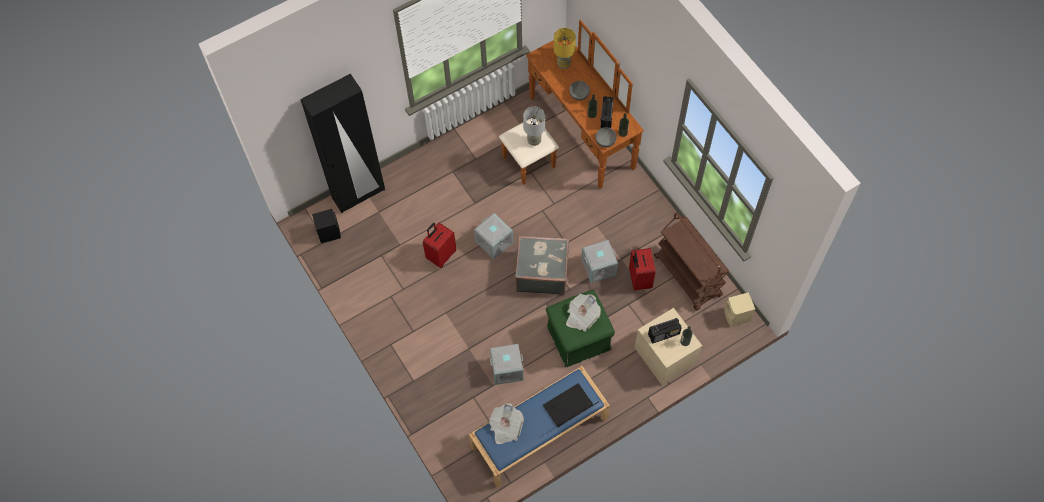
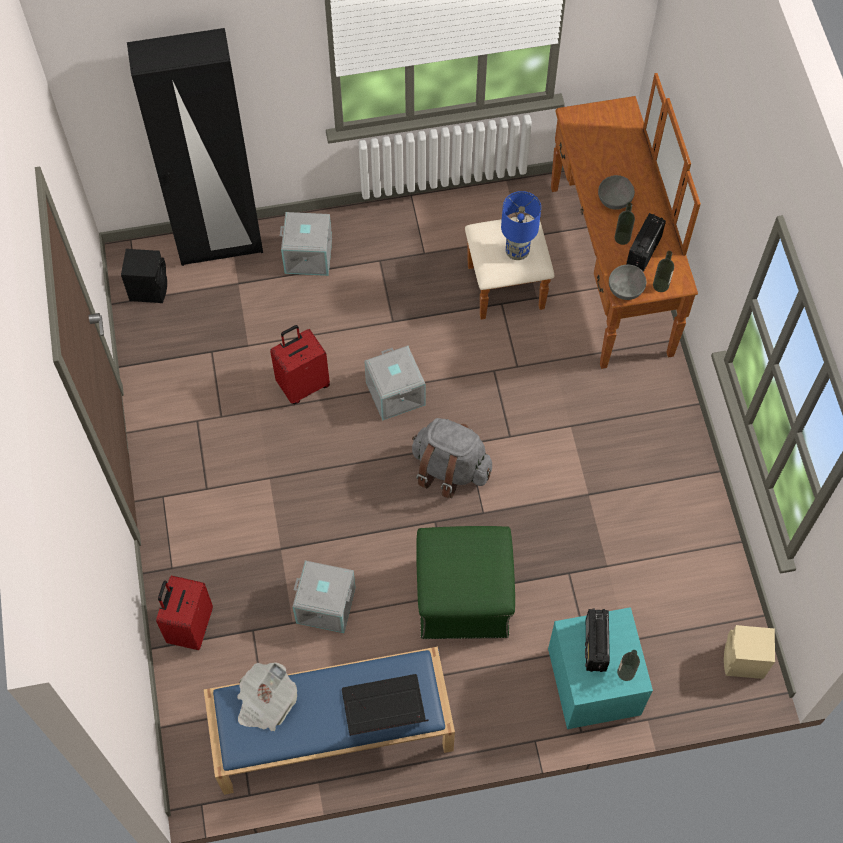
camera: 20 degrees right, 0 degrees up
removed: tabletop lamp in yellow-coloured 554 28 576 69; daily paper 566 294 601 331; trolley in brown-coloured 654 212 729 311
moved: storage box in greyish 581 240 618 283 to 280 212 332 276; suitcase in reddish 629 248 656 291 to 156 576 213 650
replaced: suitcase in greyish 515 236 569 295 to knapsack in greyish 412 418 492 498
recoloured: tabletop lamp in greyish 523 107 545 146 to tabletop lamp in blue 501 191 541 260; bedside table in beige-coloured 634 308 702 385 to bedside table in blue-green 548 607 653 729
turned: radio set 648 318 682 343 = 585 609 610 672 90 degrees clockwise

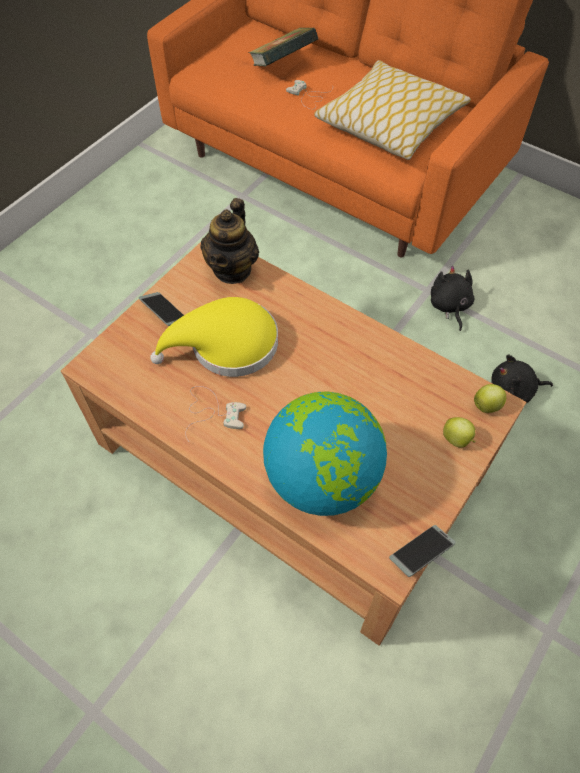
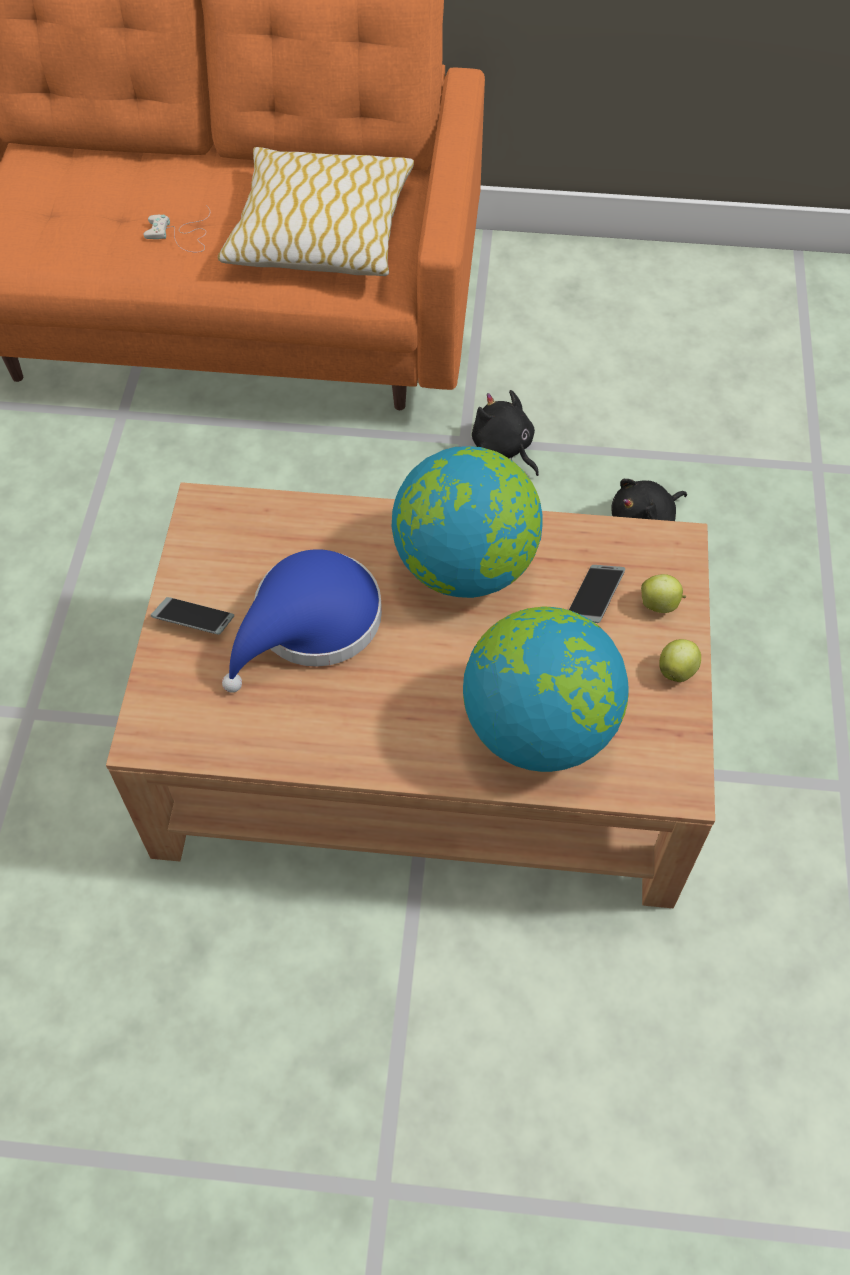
camera: 30 degrees left, 0 degrees up
removed: joypad in white 185 386 246 440; tea pot 200 198 259 284; volume 248 28 319 66
added: globe 392 446 543 598
moved: phone 389 525 456 577 to 569 565 625 623; whole apple 474 384 506 413 to 659 639 701 682
recoloured: wearable hat in yellow-coloured 150 297 278 377 to wearable hat in blue 222 549 382 693

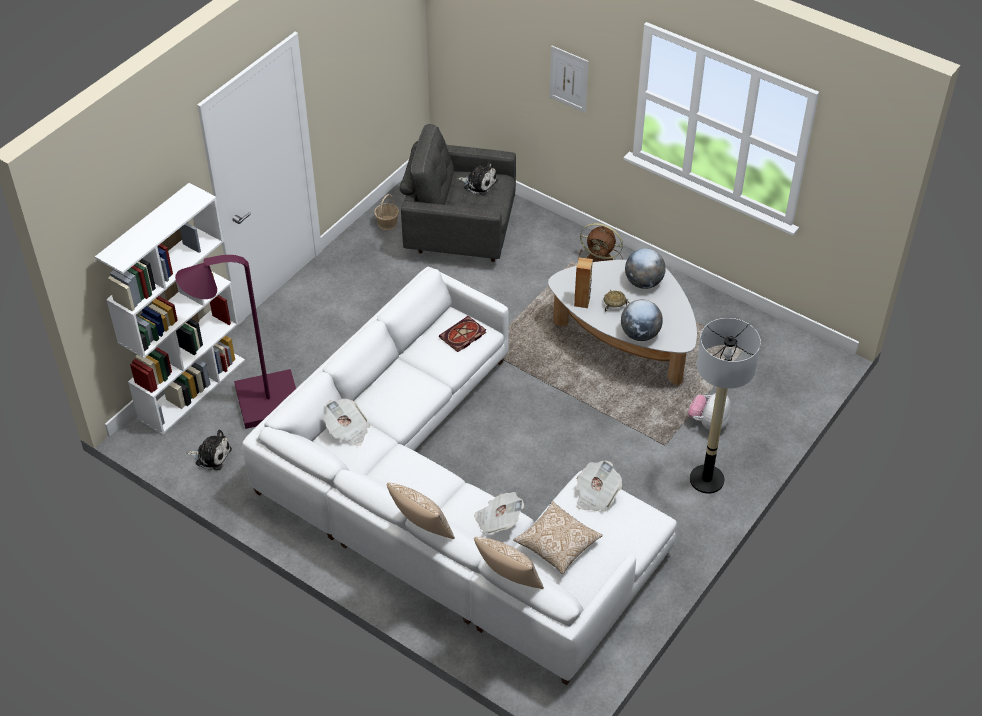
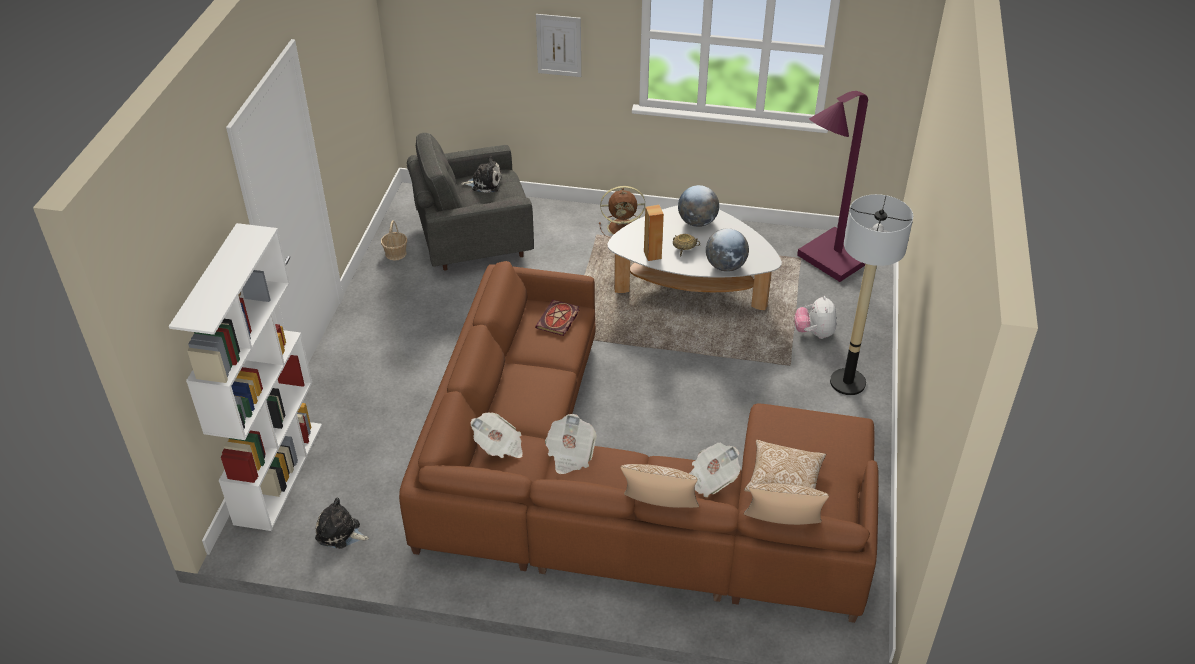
camera: 25 degrees left, 5 degrees down
moved: floor lamp in purplish 175 255 296 429 to 797 91 868 282; daily paper 576 460 622 512 to 545 414 597 474
recoloured: settee in white 242 267 677 685 to settee in brown-coloured 399 261 879 623
turned: soft toy 187 430 232 470 = 315 498 369 549 150 degrees counterclockwise

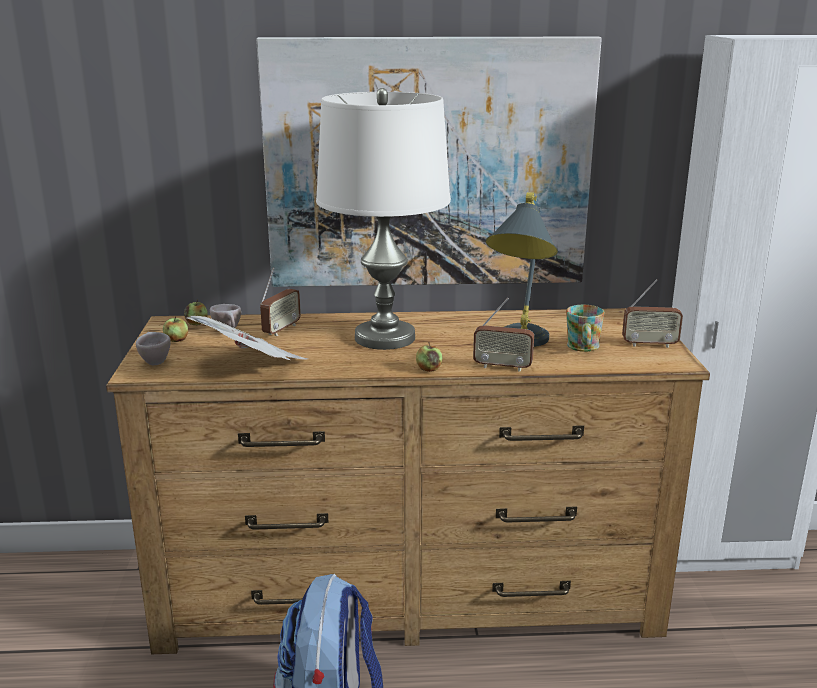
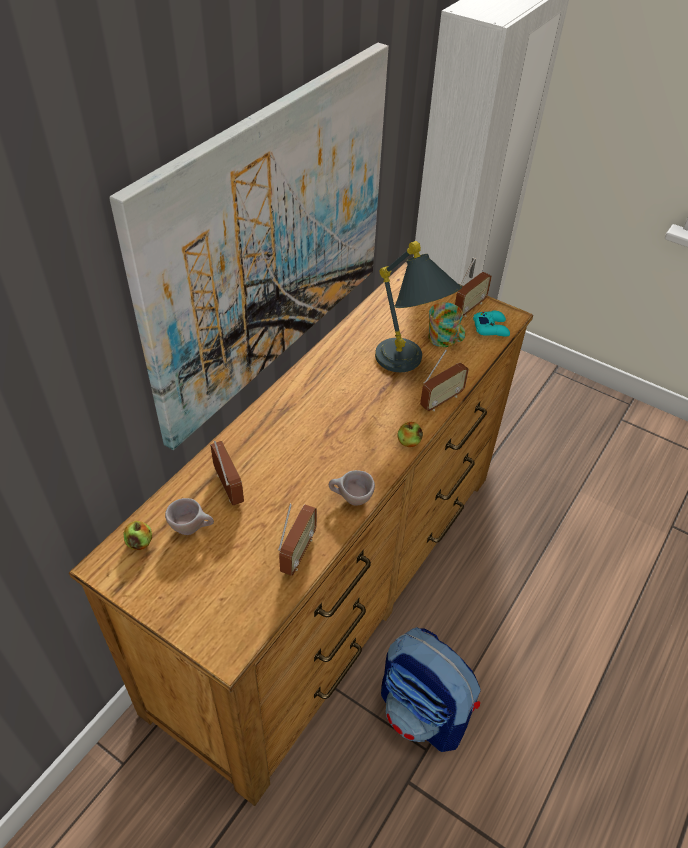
camera: 55 degrees left, 25 degrees up
removed: whole apple 163 316 188 342; tabletop lamp in white 316 88 451 350
added: joypad in blue-green 473 311 510 337
moved: cup in beige-coloured 136 332 171 365 to 329 470 375 506
replaced: daily paper 187 316 308 360 to radio set 278 504 317 576

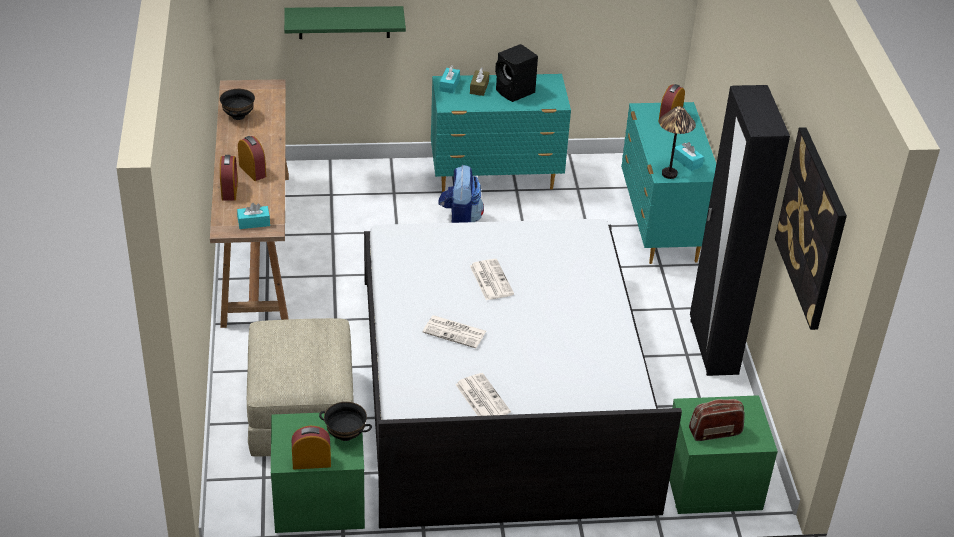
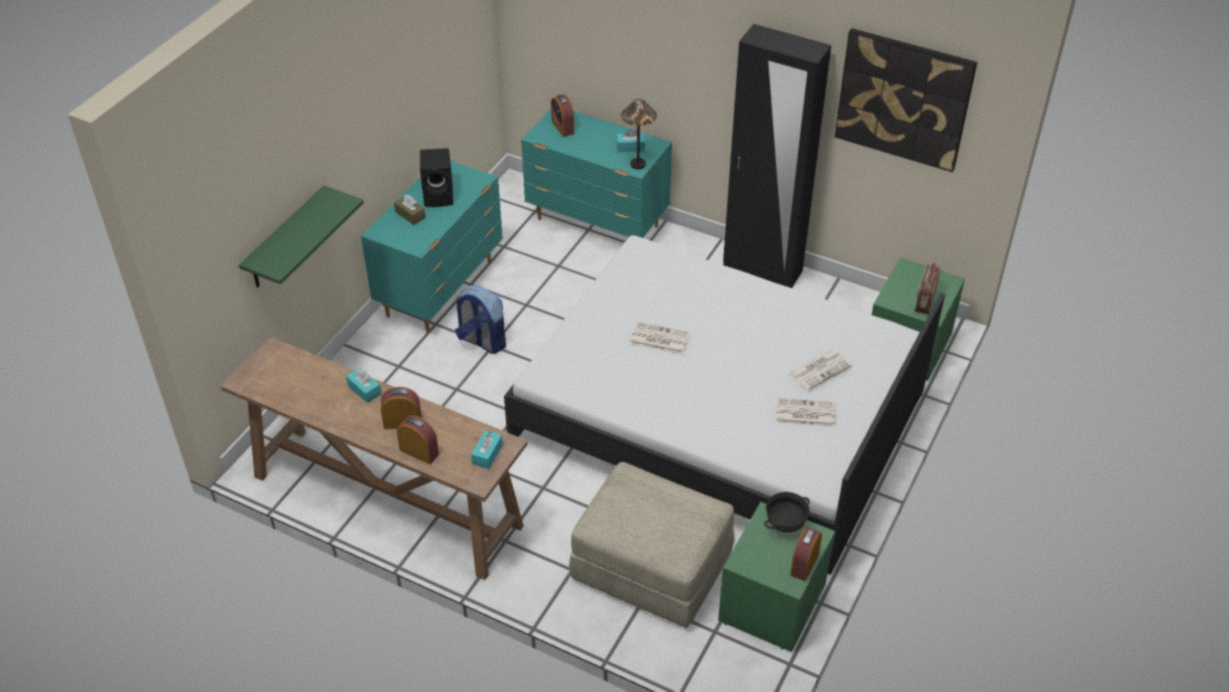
camera: 55 degrees left, 5 degrees up
removed: serving bowl in blackish 220 89 255 120
moved: daily paper 422 315 486 348 to 789 350 852 390; tissue holder in blue-green 440 65 460 93 to 346 367 382 403

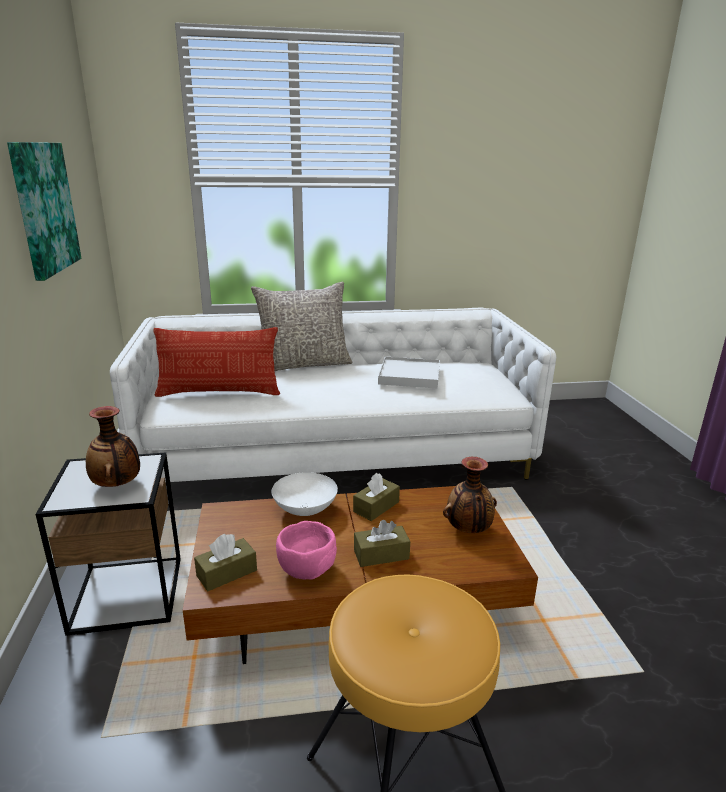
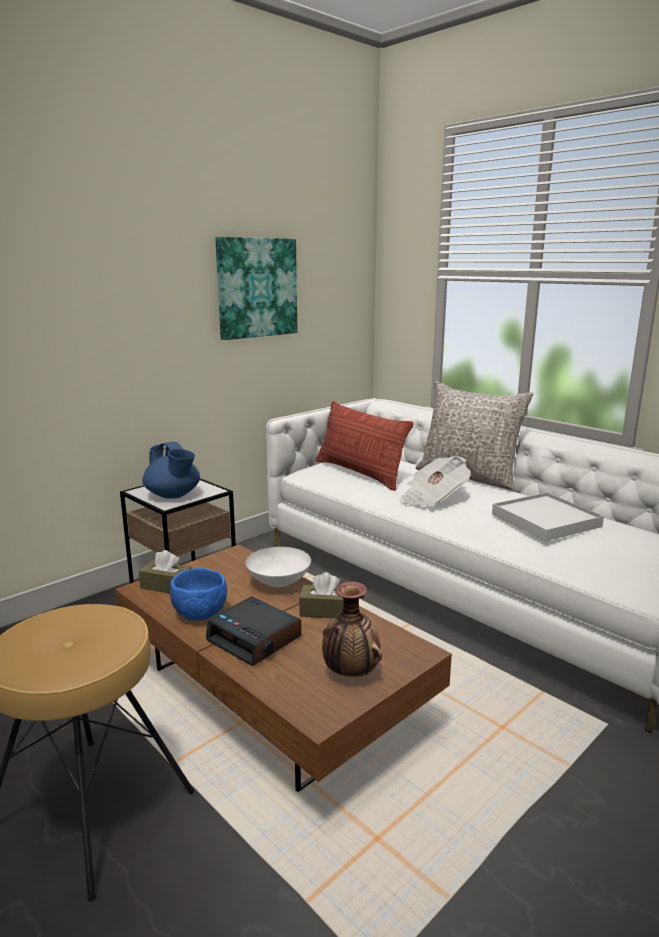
camera: 55 degrees right, 5 degrees down
added: daily paper 400 456 471 507
replaced: vase 86 406 140 487 to tea pot in blue 142 442 200 499; tissue holder in brown-coloured 354 520 410 567 to alarm clock 206 597 301 666
recoloured: serving bowl in pink-coloured 276 521 337 579 to serving bowl in blue 170 568 227 620

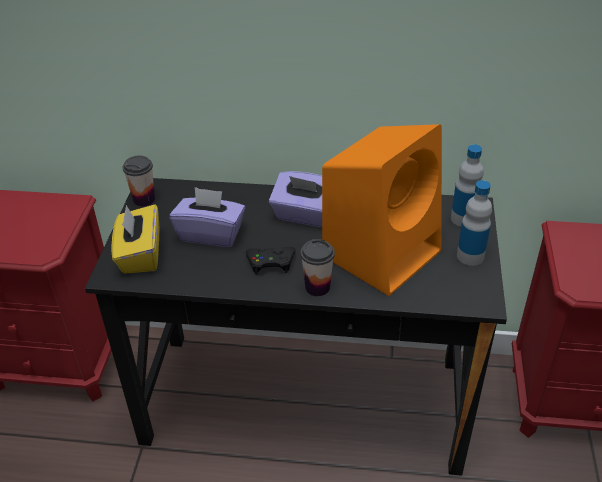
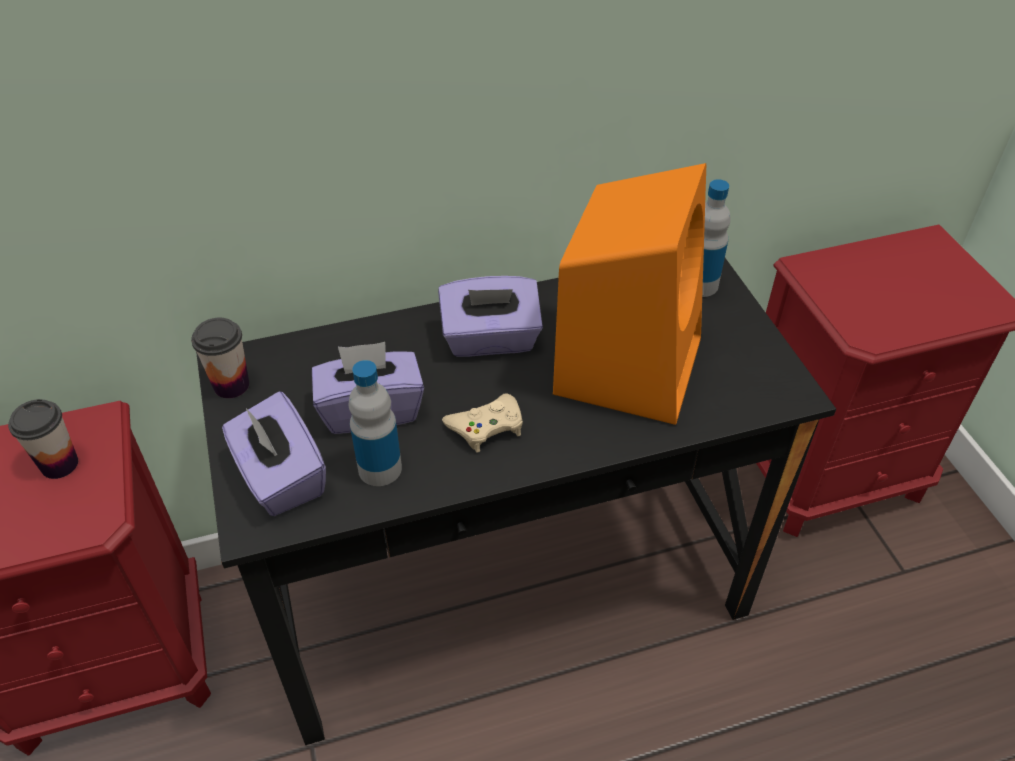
camera: 25 degrees left, 5 degrees up
moved: cup 300 239 335 296 to 8 399 78 479; drink bottle 457 180 492 266 to 349 360 402 486
recoloured: tissue holder in yellow-coloured 111 204 160 274 to tissue holder in purplish 222 391 326 516; joypad in blackish 246 247 296 275 to joypad in beige-coloured 442 393 523 453

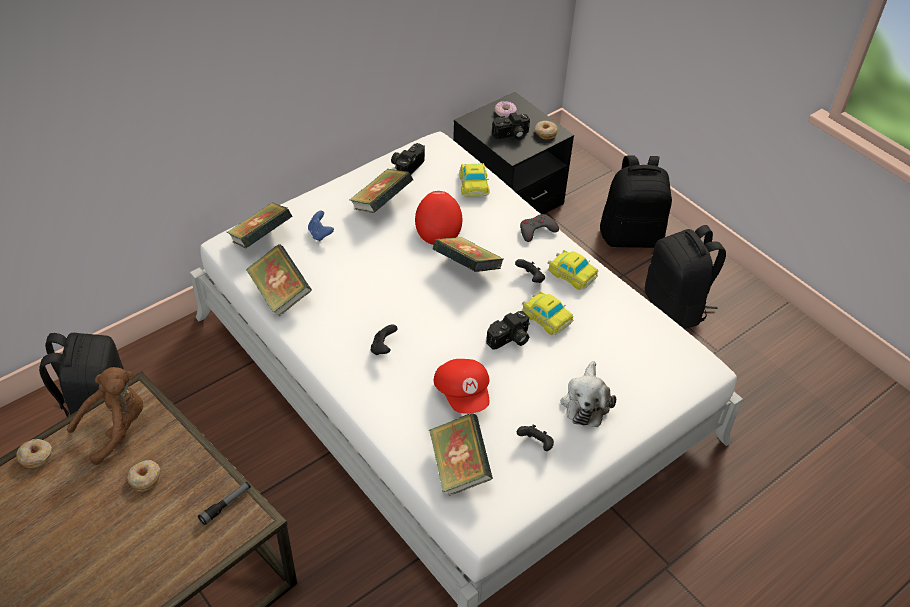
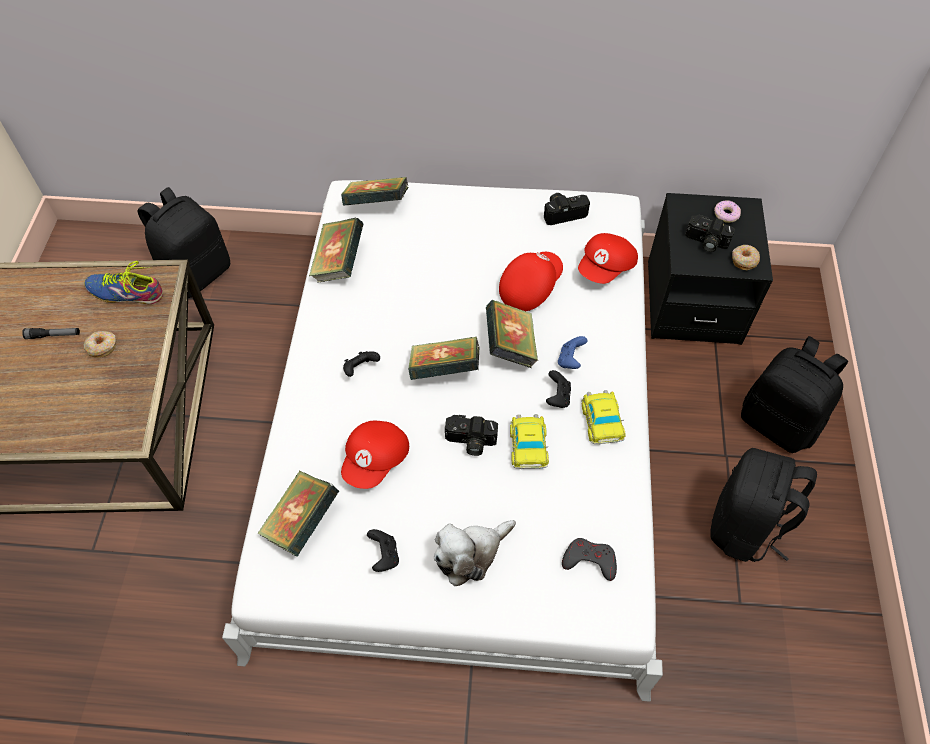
camera: 45 degrees right, 10 degrees up
removed: ring doughnut 16 439 52 468
moved: torch 198 482 251 525 to 22 328 80 339; joypad in blue 308 211 334 241 to 558 336 587 369; volume 350 169 413 213 to 408 336 479 380; joypad in greyish 520 214 559 242 to 562 538 617 581
replaced: soft toy in brown-coloured 67 367 143 465 to low shoe 84 261 163 304; miniature car 459 163 490 196 to baseball cap in reddish 578 233 638 284

